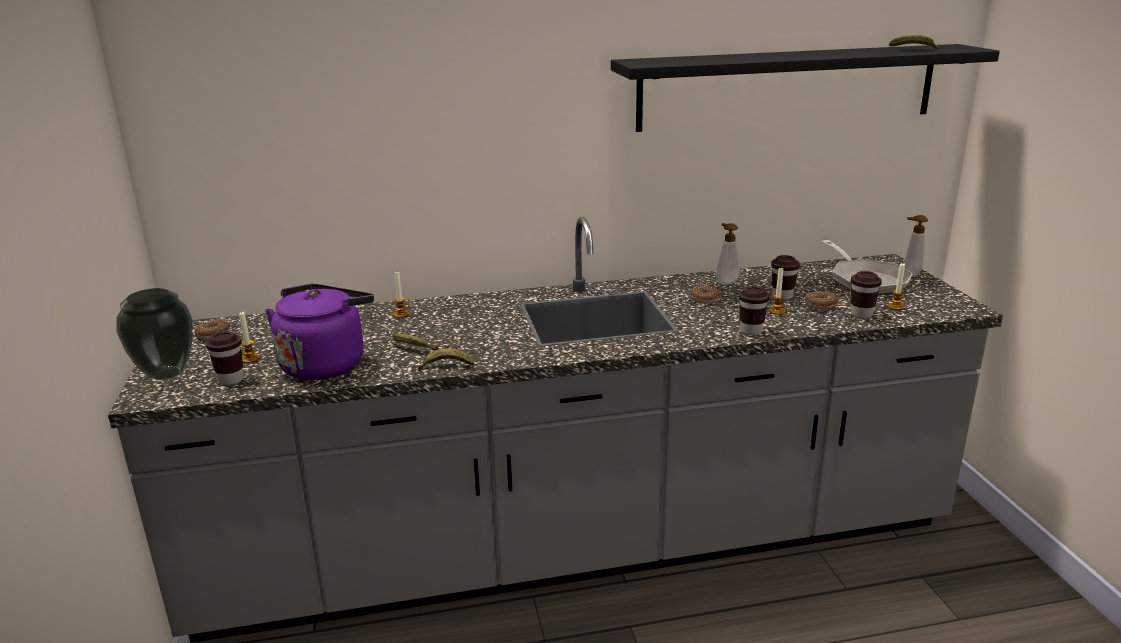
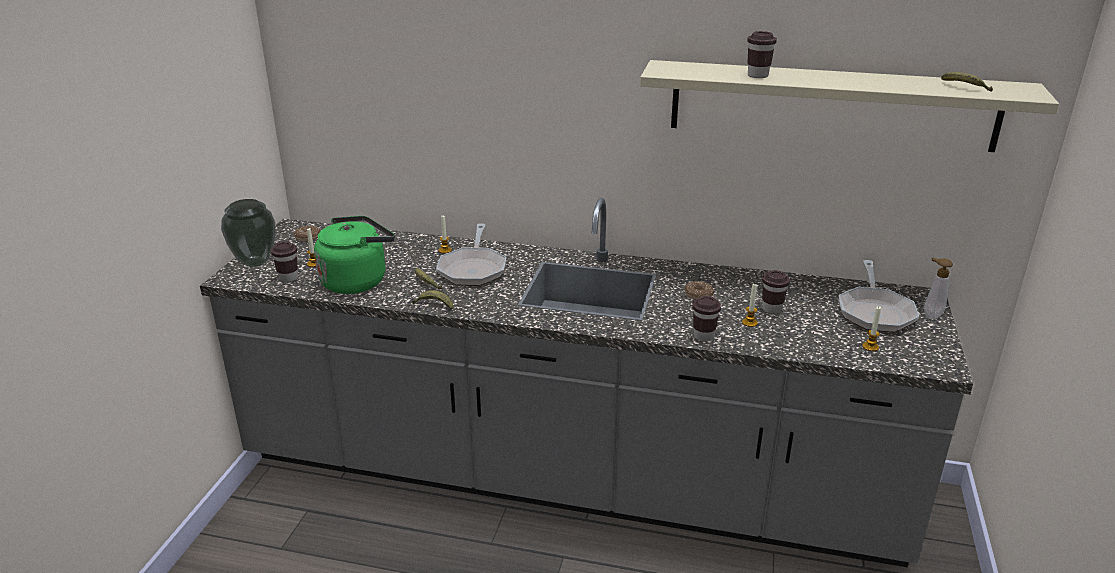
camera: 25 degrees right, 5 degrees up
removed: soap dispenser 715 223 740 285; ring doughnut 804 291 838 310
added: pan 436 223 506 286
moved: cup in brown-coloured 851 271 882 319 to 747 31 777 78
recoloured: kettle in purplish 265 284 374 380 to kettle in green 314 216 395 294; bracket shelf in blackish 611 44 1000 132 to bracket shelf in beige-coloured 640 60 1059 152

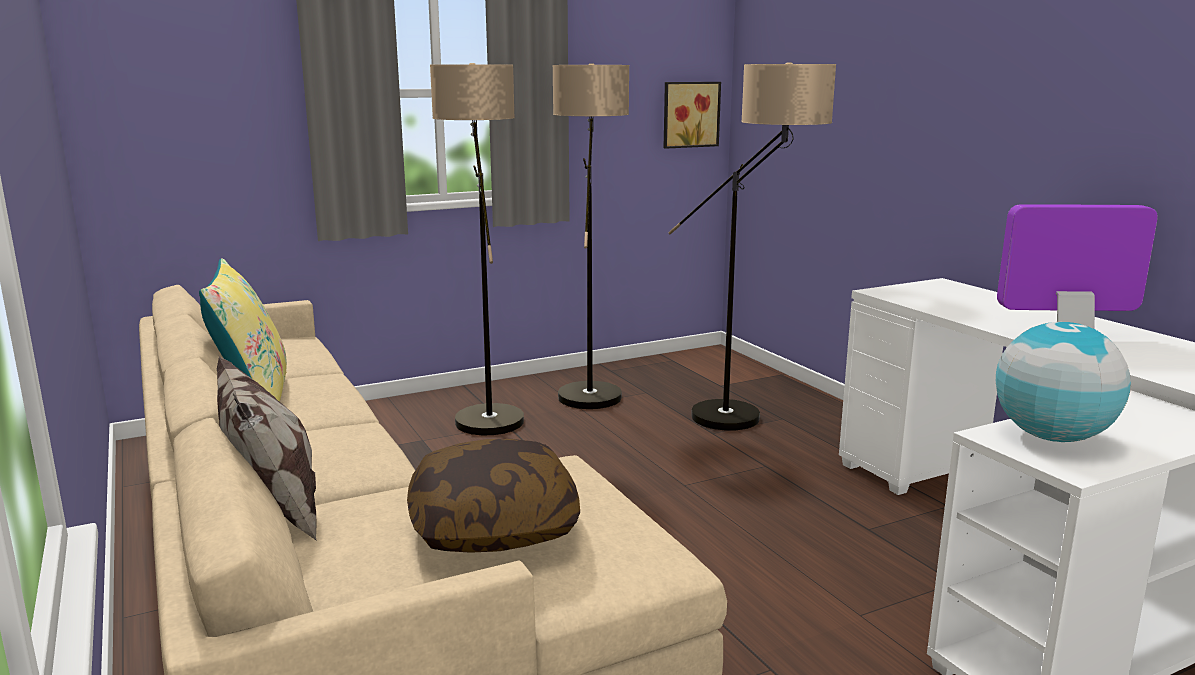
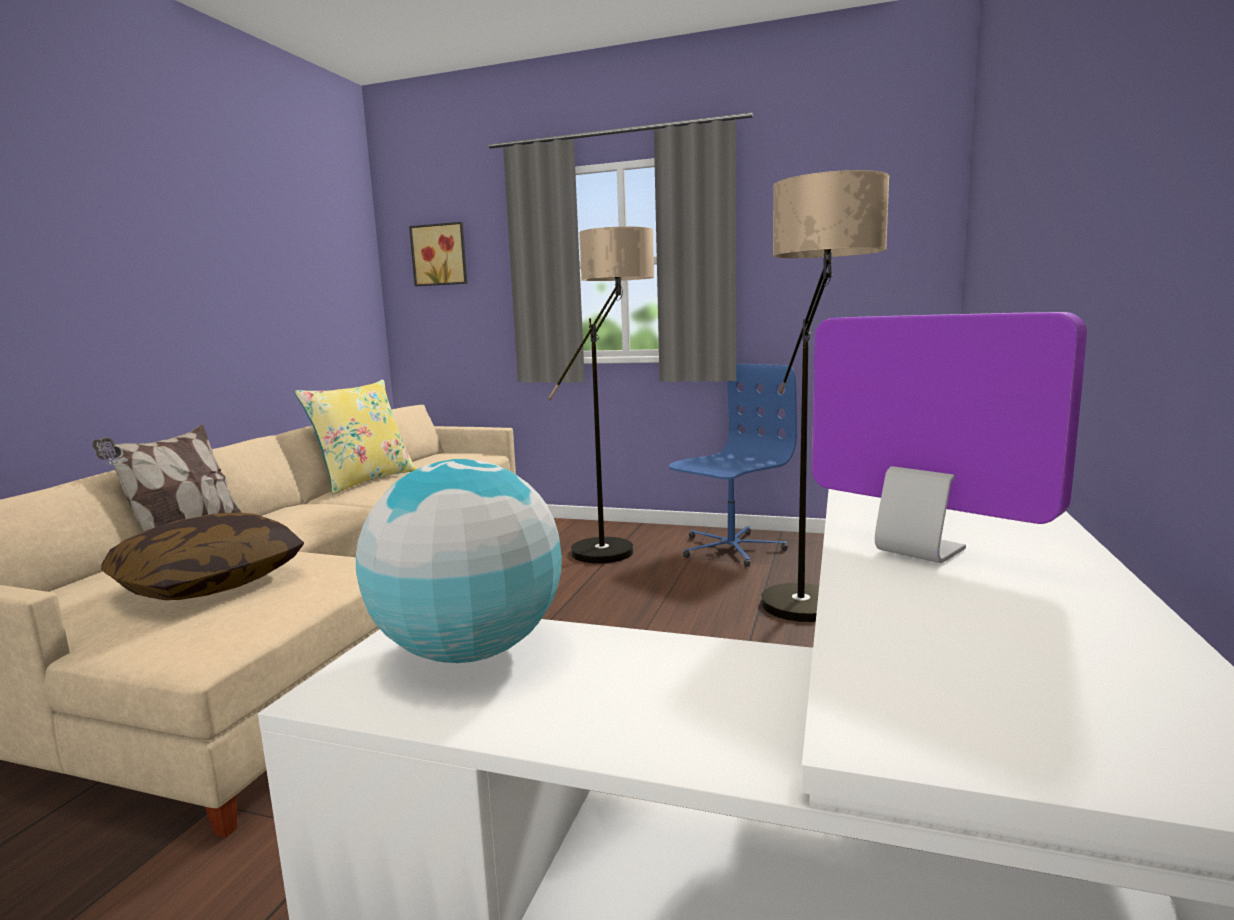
camera: 45 degrees right, 5 degrees down
moved: wall art 664 82 721 149 to 409 222 467 286
replaced: floor lamp 552 64 629 409 to desk chair in blue 669 364 797 567

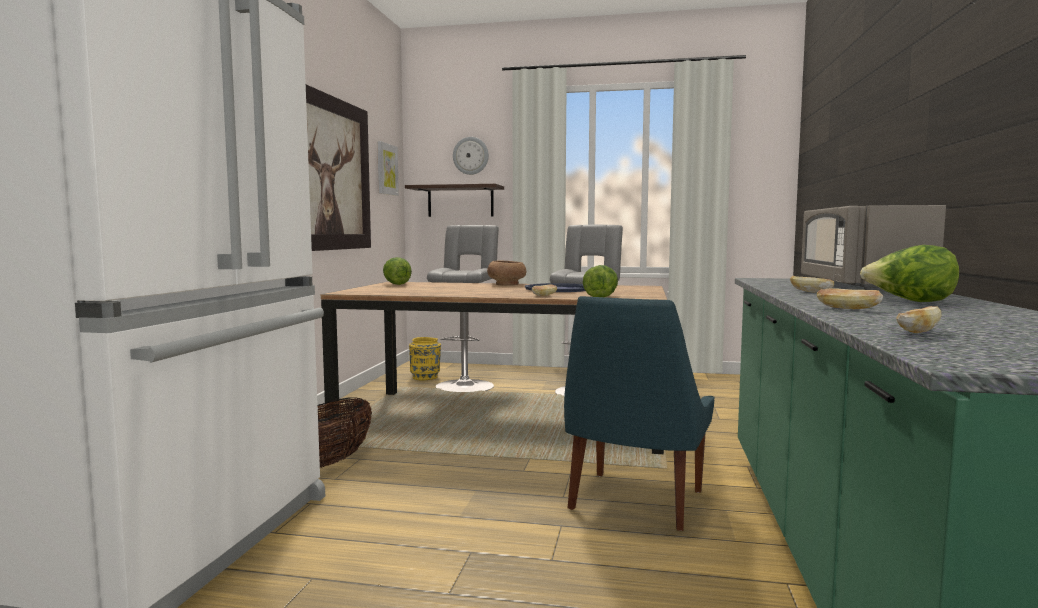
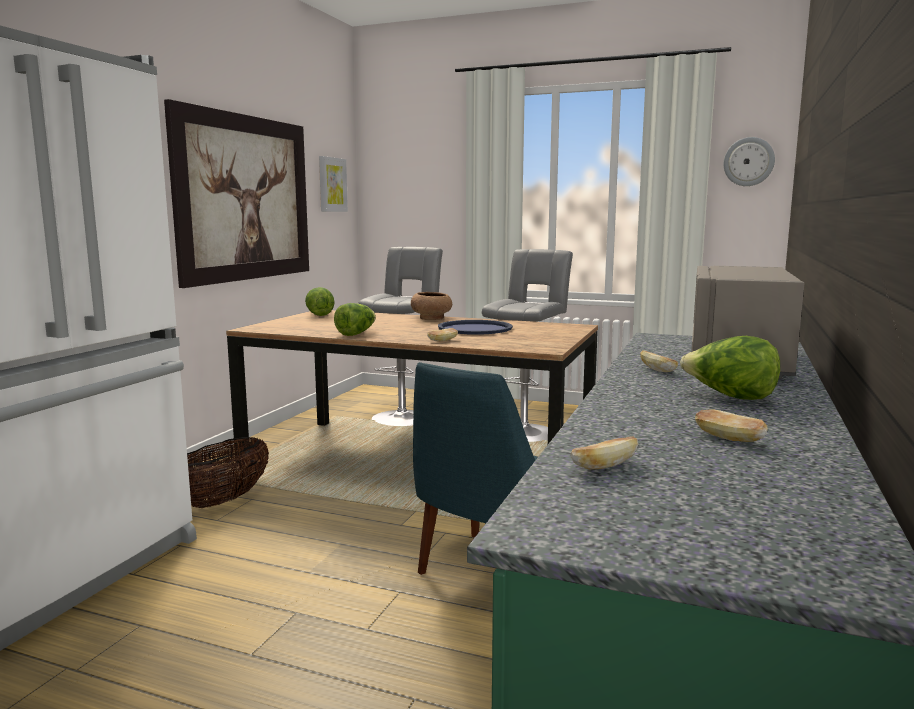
camera: 10 degrees right, 5 degrees up
removed: bracket shelf 405 184 504 217; vase in yellow-coloured 409 337 441 381
moved: clock on the wall 453 137 489 175 to 723 137 775 186; lettuce 583 265 618 297 to 334 303 376 336; bakery bread 817 288 883 309 to 695 410 768 442

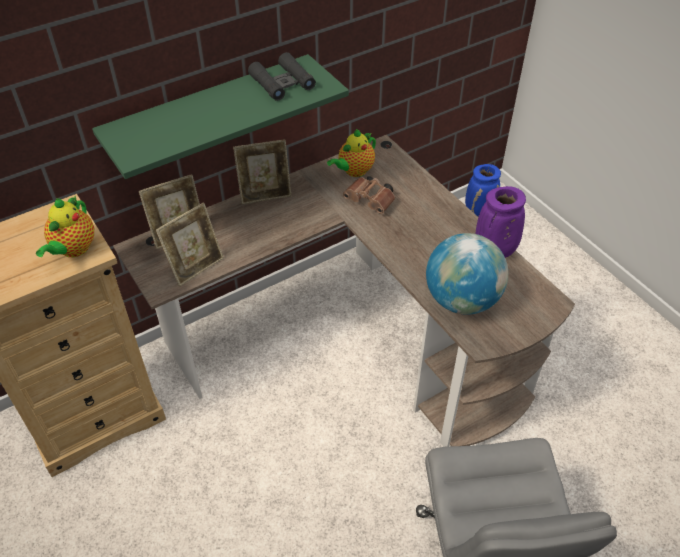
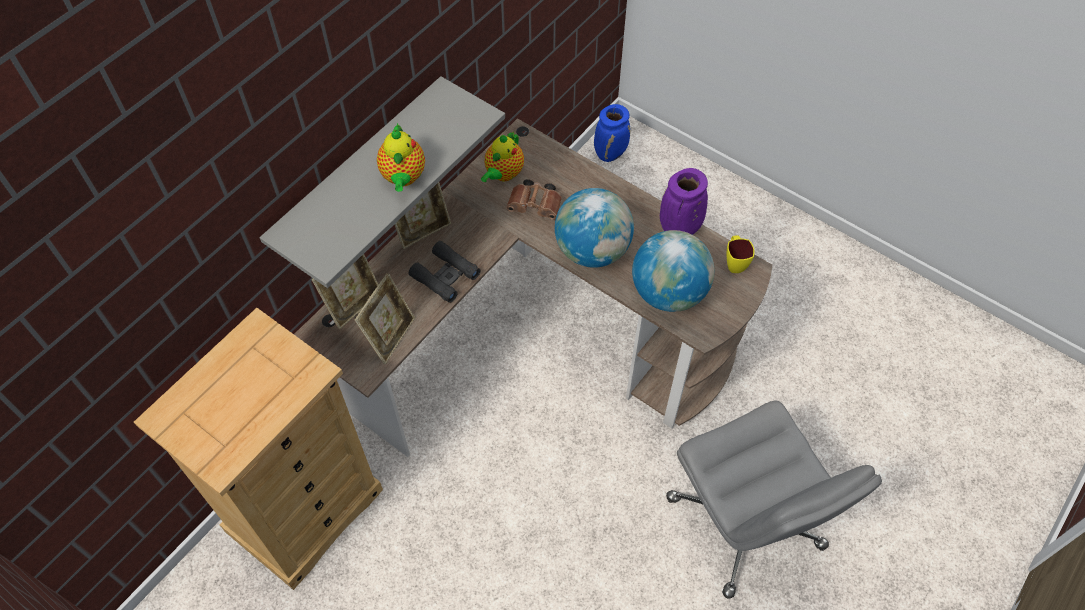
camera: 20 degrees left, 10 degrees up
added: globe 555 188 634 268; coffee mug in yellow-coloured 727 235 755 273
moved: tea pot 36 195 94 257 to 377 123 425 192; field glasses in blackish 248 52 316 101 to 409 241 481 303
recoloured: bracket shelf in green 92 54 349 179 to bracket shelf in greyish 260 76 505 288

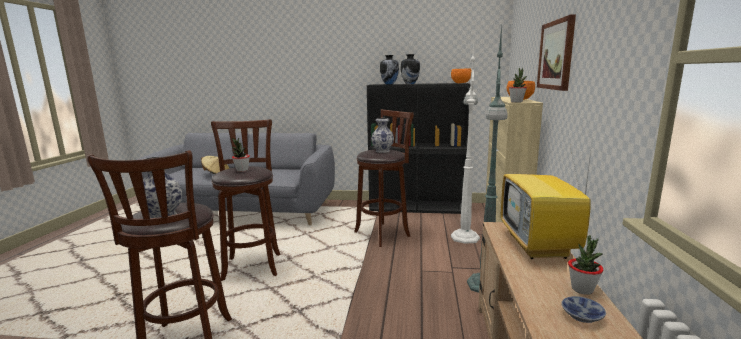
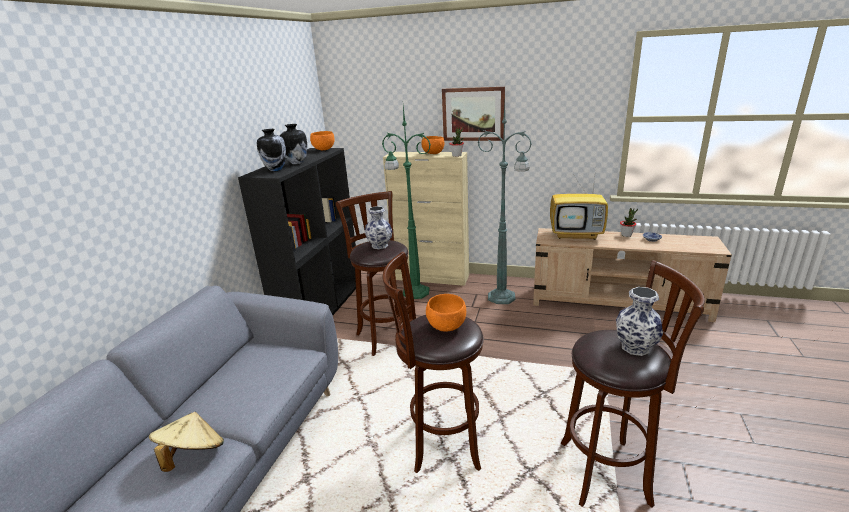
camera: 80 degrees left, 10 degrees up
replaced: houseplant 232 138 250 172 to serving bowl in orange-coloured 426 294 466 332
recoloured: floor lamp in white 451 43 480 244 to floor lamp in green 382 106 431 299

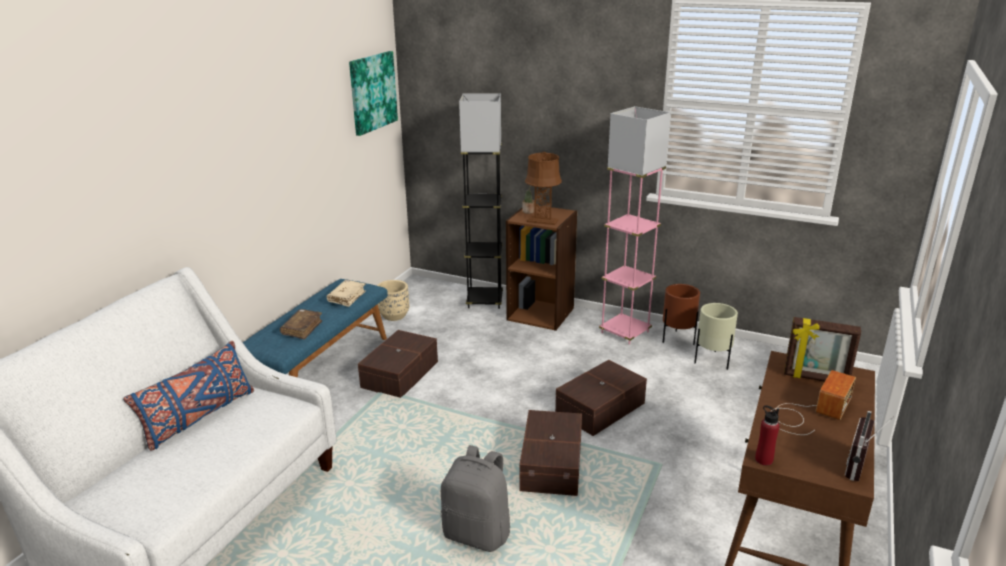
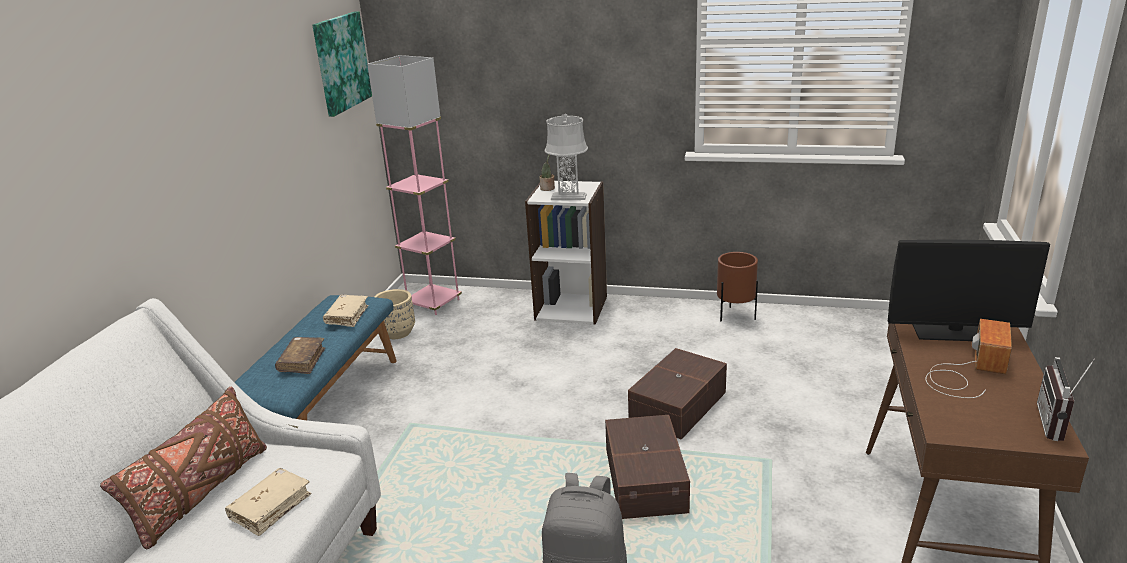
camera: 10 degrees left, 0 degrees up
removed: storage box in brown-coloured 358 330 438 398; floor lamp in greyish 459 93 503 309; flower pot in beige-coloured 694 303 738 370; drink bottle in reddish 755 405 780 466
added: volume in beige-coloured 225 468 311 536
moved: floor lamp in pink-coloured 599 106 671 345 to 367 55 462 315
replaced: photo frame 784 317 861 382 to computer display 888 239 1050 341
recoloured: throw pillow in blue 123 341 254 451 to throw pillow in brown-coloured 100 386 267 549; bookcase in brown-coloured 506 205 577 331 to bookcase in white 525 181 607 325; tabletop lamp in brown-coloured 525 152 562 225 to tabletop lamp in greyish 545 114 588 200

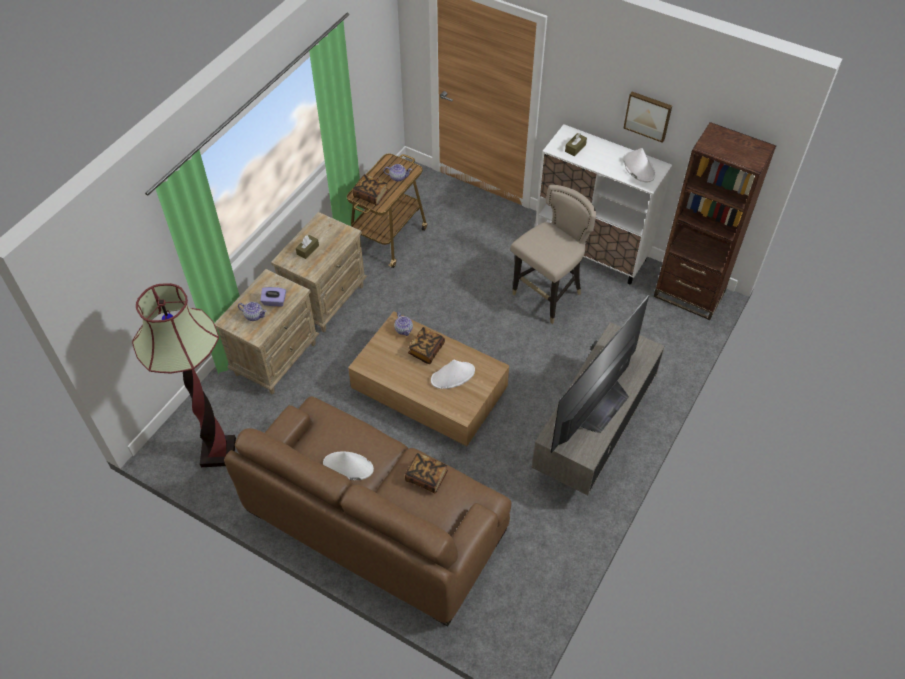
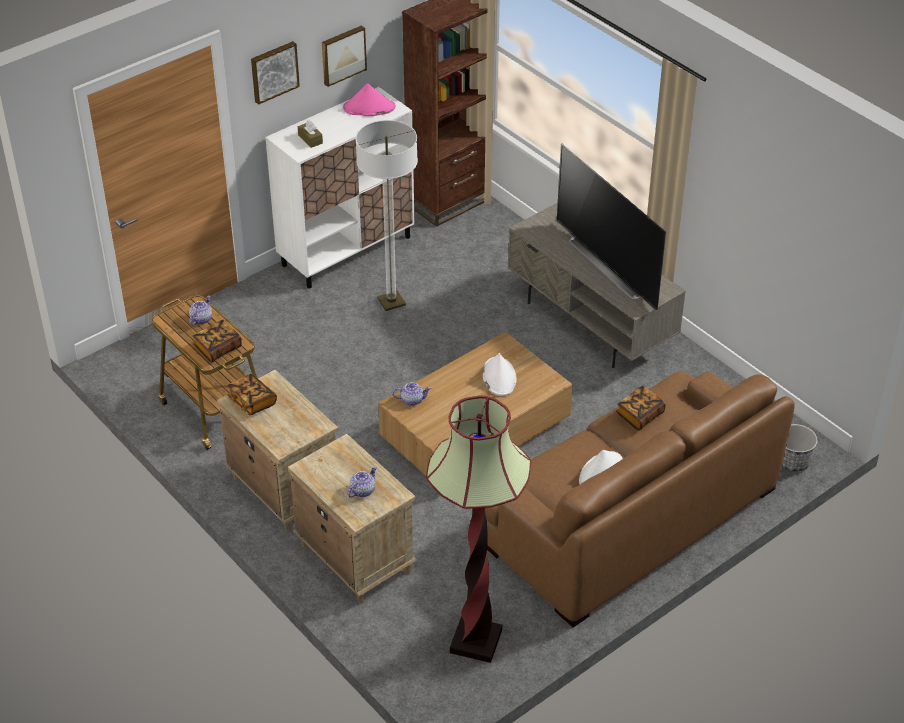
camera: 70 degrees left, 10 degrees down
removed: tissue holder in purplish 260 287 286 307; tissue holder in brown-coloured 296 235 319 259
added: wall art 251 41 300 105; flower pot 782 424 818 471
moved: volume 408 327 445 364 to 227 374 277 415
replaced: stool seat in beige-coloured 510 185 596 324 to floor lamp 355 120 418 311
recoloured: wearable hat in white 623 148 655 182 to wearable hat in pink-coloured 343 83 396 116

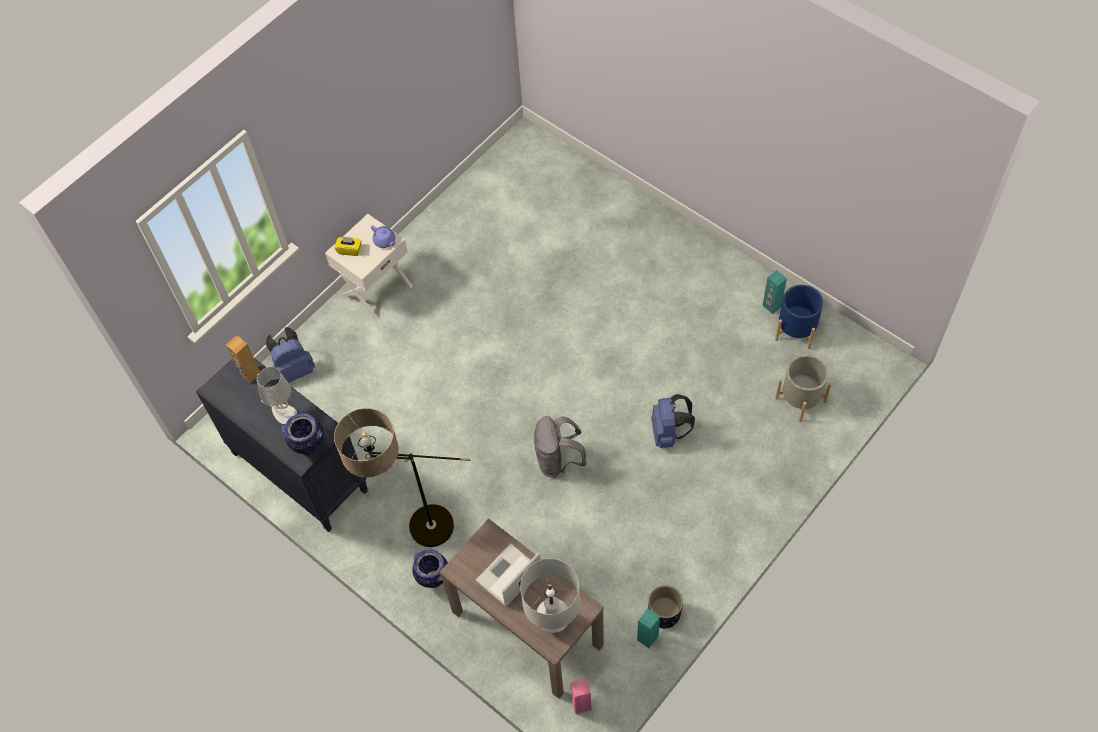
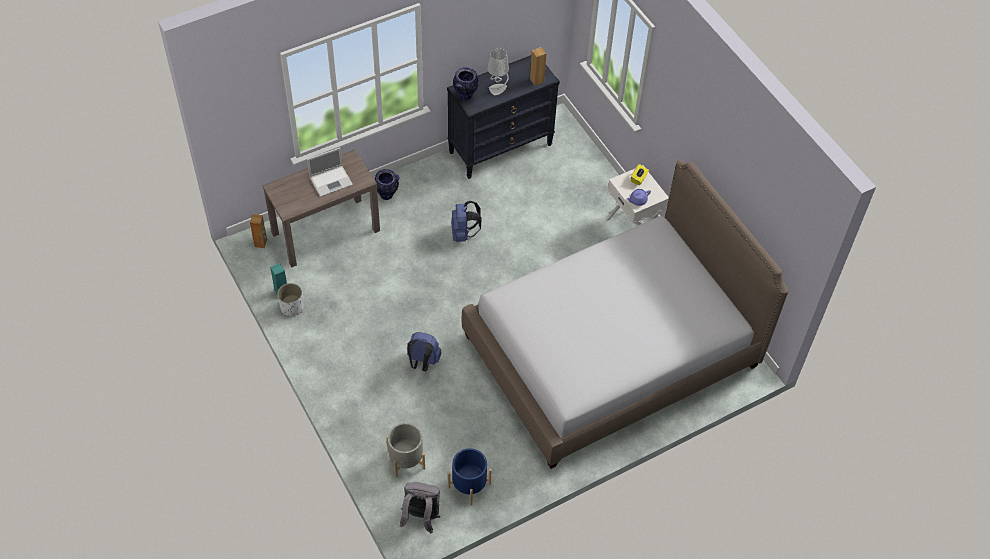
camera: 105 degrees right, 5 degrees down
removed: floor lamp 334 408 471 547; tabletop lamp in white 520 559 580 633; loudspeaker in blue-green 763 270 787 314
added: bed 462 160 788 469
moved: knapsack in blue 266 327 315 383 to 451 201 482 242; knapsack in greyish 534 416 587 478 to 399 482 440 534
recoloured: loudspeaker in pink-coloured 570 678 592 714 to loudspeaker in brown-coloured 250 214 267 248; flower pot in blackish 648 585 683 629 to flower pot in white 277 283 304 316
turned: notebook computer 476 543 541 607 = 307 147 353 197 90 degrees clockwise

